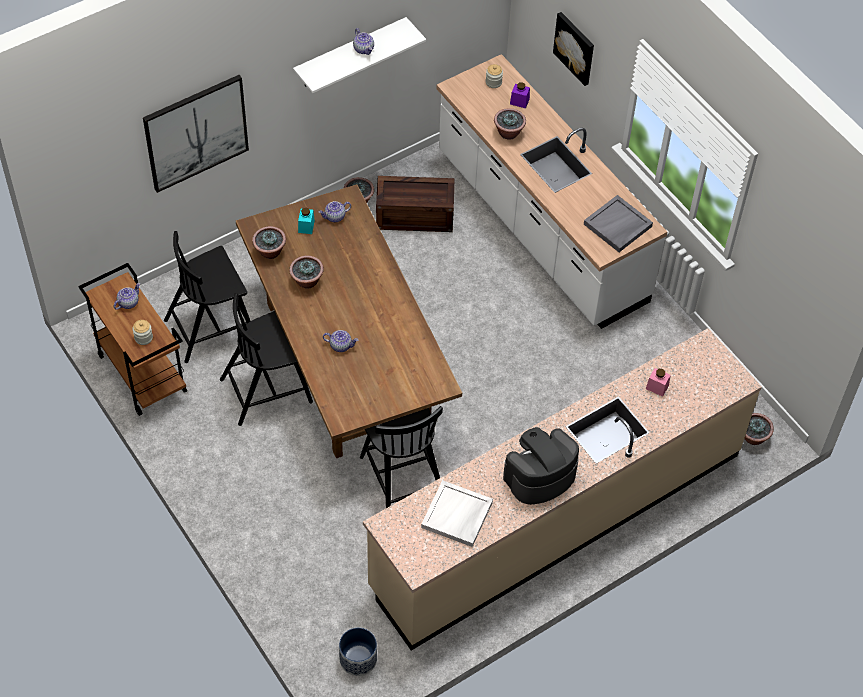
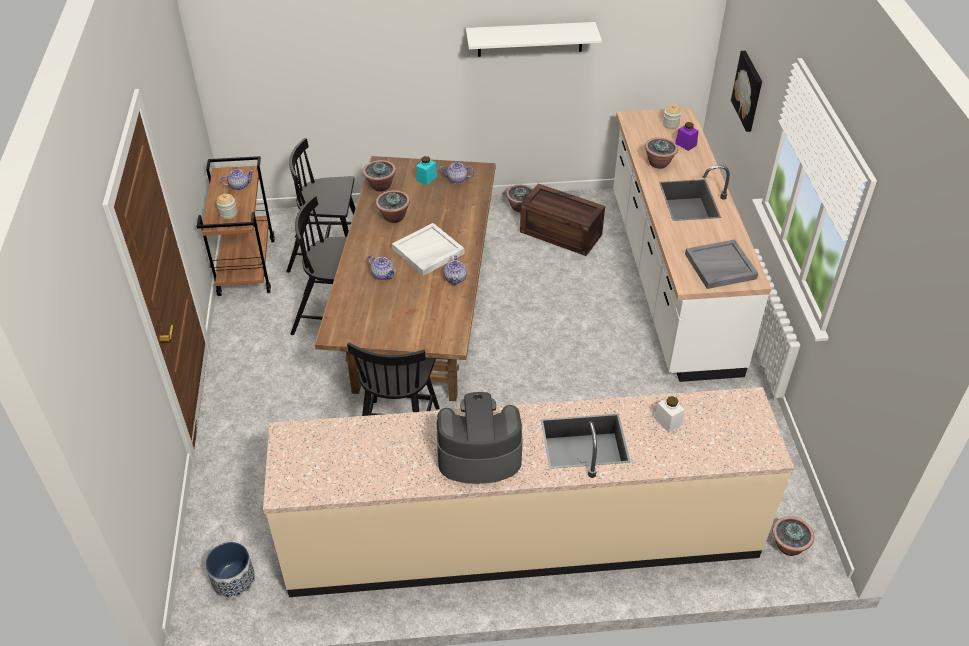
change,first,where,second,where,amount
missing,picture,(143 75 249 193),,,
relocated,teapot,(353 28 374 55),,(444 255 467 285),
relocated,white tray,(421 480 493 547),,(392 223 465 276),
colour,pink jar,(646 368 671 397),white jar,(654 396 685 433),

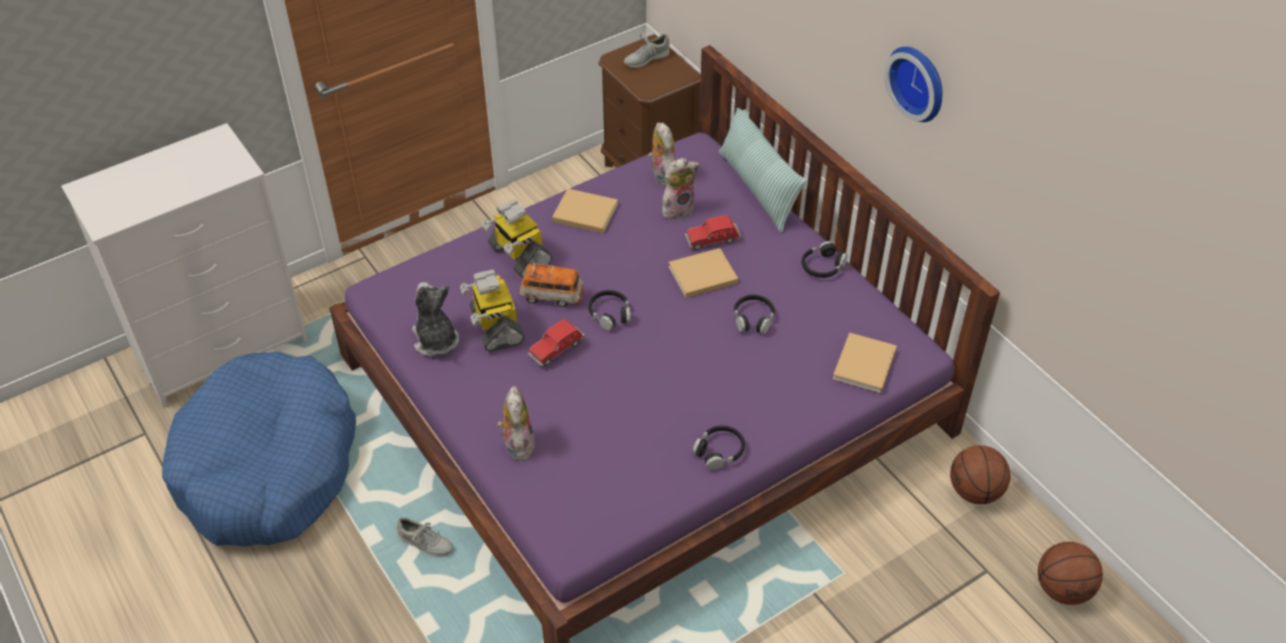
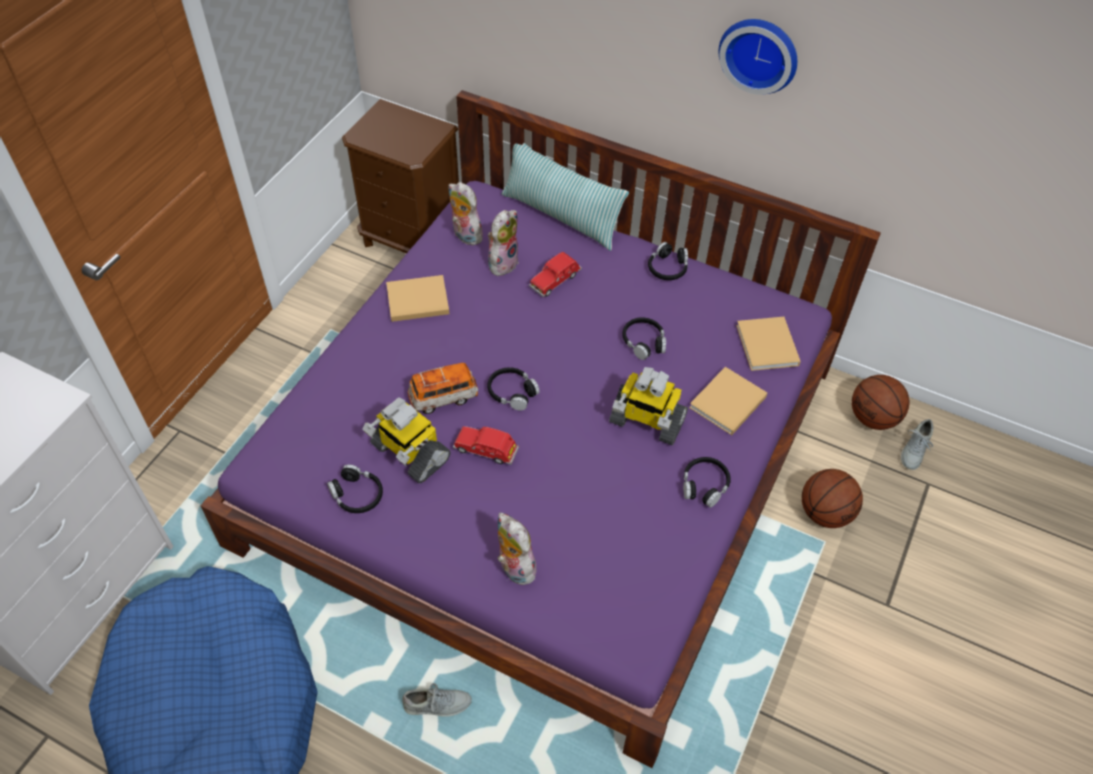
change,first,where,second,where,amount
exchanged,plush toy,(412 282 459 357),black headphones,(327 464 383 513),
relocated,toy robot,(481 199 552 278),,(609 367 688 445),
spun,red toy car,(528 319 585 367),,(453 426 519 465),90 degrees clockwise
relocated,grey shoe,(624 31 670 68),,(901 419 934 470),
relocated,beige book,(668 248 739 298),,(689 367 767 435),
relocated,basketball,(1038 542 1103 605),,(802 469 863 528),

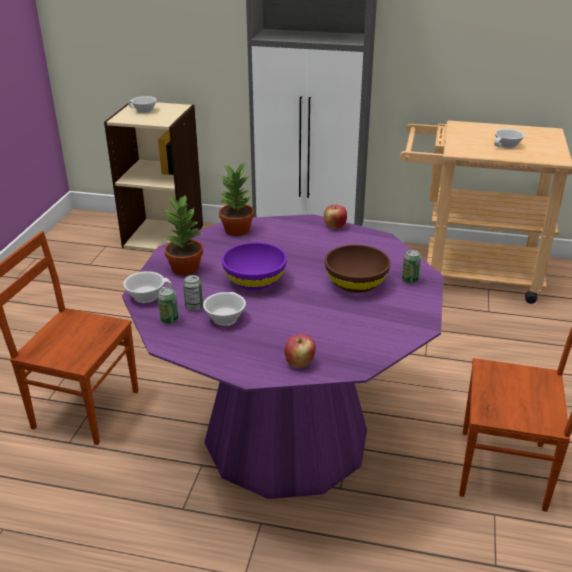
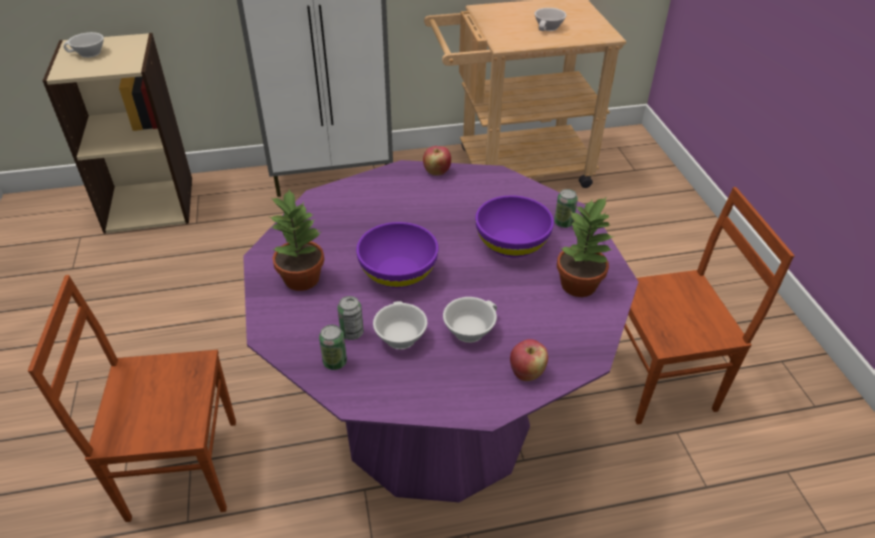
change,first,where,second,where,amount
relocated,white cup,(123 271 172 303),,(443 297 497 343),
relocated,potted plant,(218 162 254 236),,(557 196 614 297),
colour,brown bowl,(325 245 390 293),purple bowl,(475 195 554 257),

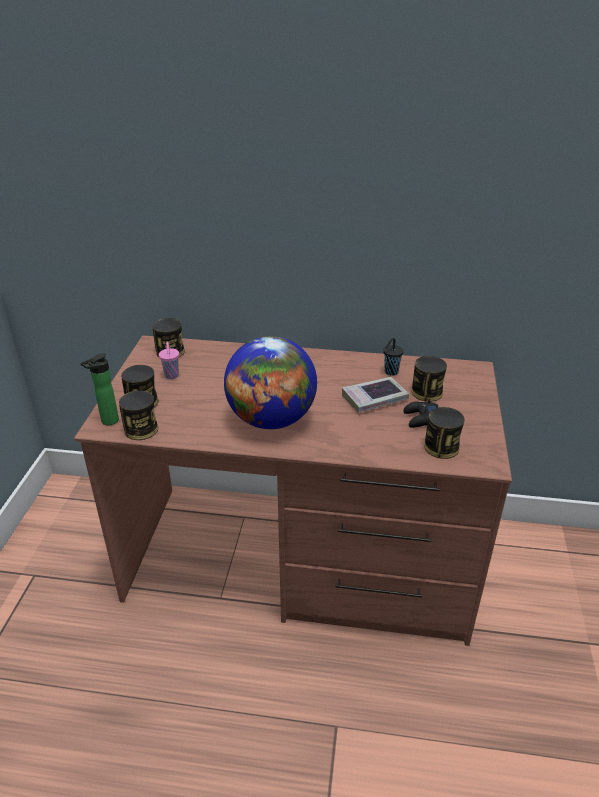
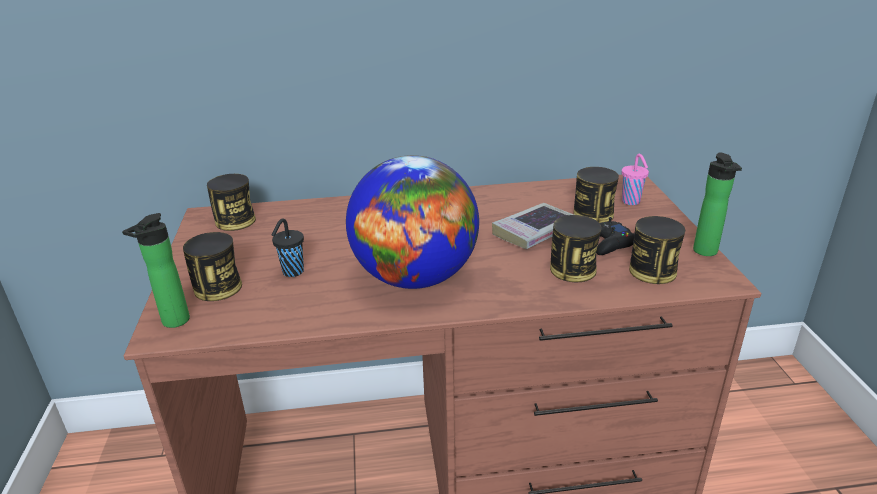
change,first,where,second,where,amount
relocated,can,(119 390 158 440),,(550 215 602 282),
relocated,pink cup,(159 342 179 379),,(622 154 649 205),
relocated,black cup,(383 338 404 376),,(272 218 304 277),
appeared,,,bottle,(693 152 742 256),

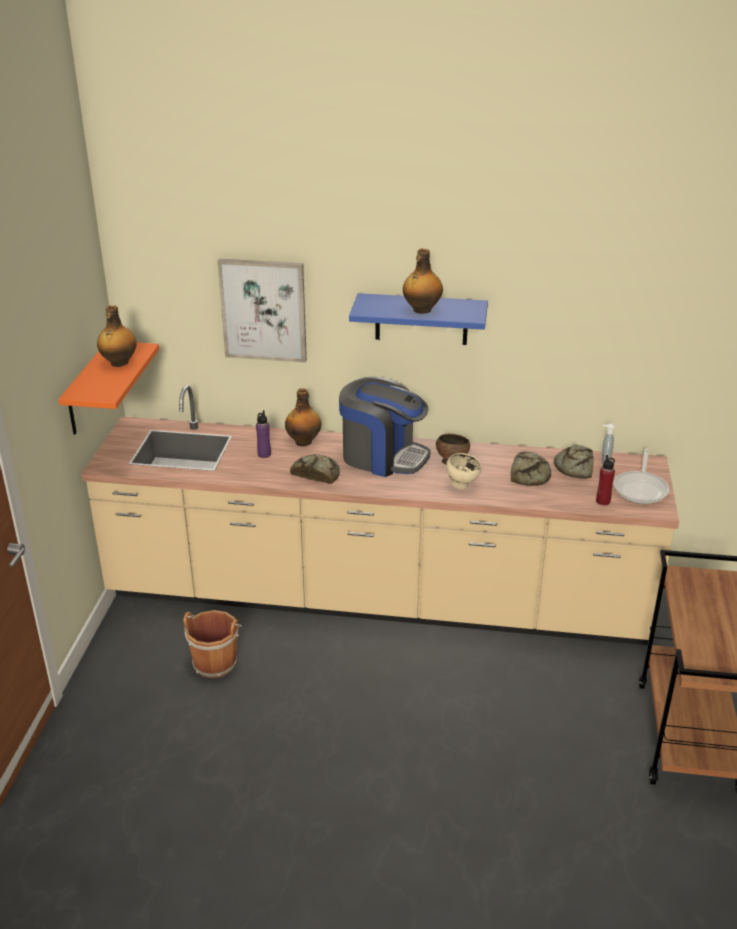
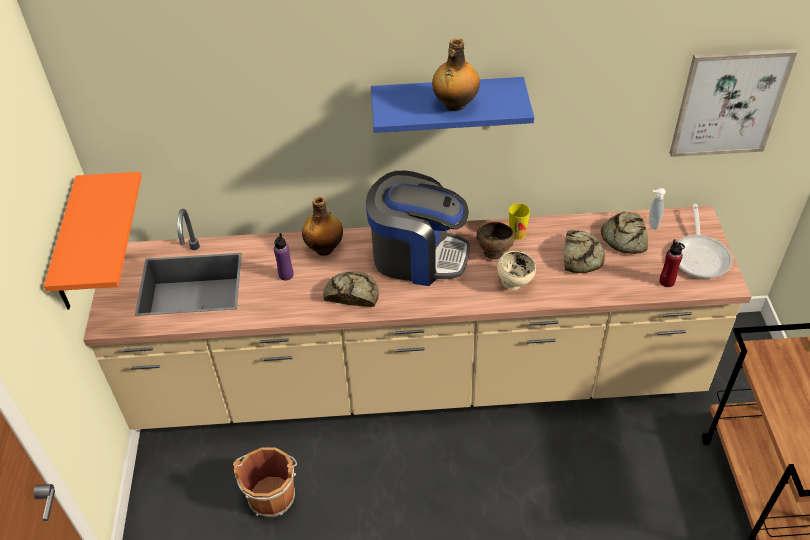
change,first,where,second,where,amount
missing,bottle,(97 305 137 367),,,
relocated,picture,(218 259 307 363),,(670 49 797 157),
appeared,,,cup,(509 203 530 240),

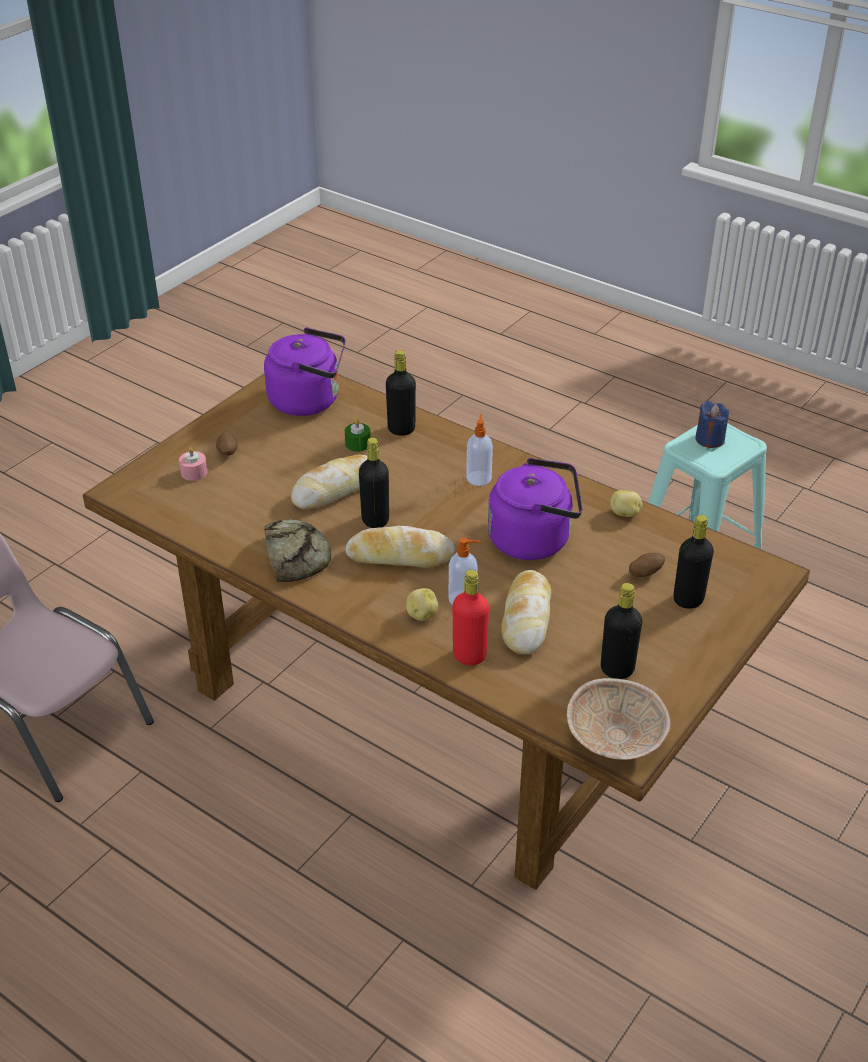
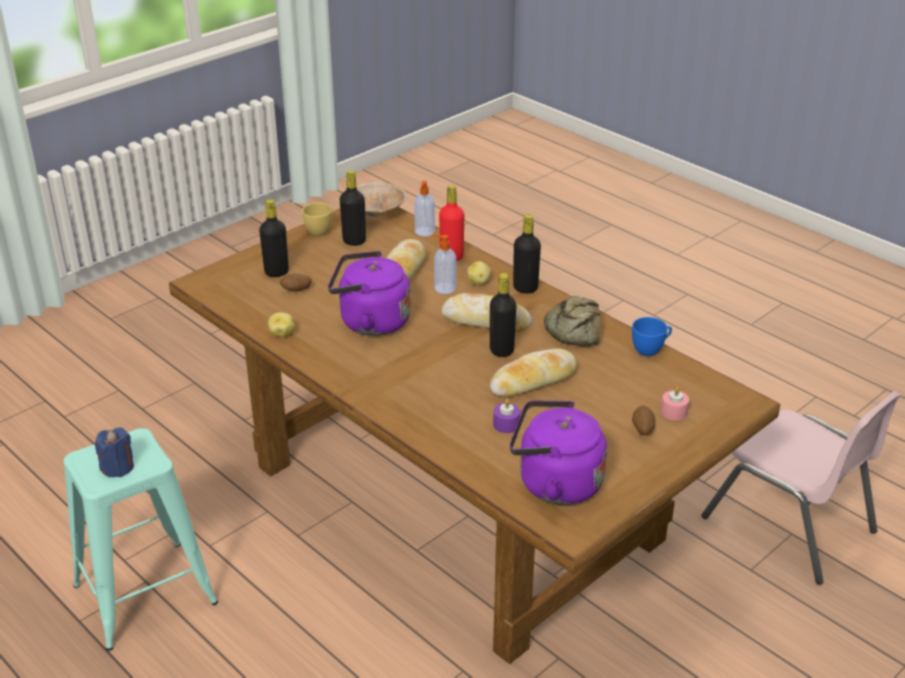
change,first,where,second,where,amount
colour,green candle,(345 419 370 452),purple candle,(493 399 520 433),
relocated,black bottle,(386 350 416 436),,(513 215 541 293),
relocated,soap dispenser,(466 413 493 486),,(414 181 435 236),
appeared,,,yellow cup,(302 203 333 236),
appeared,,,blue cup,(632 317 672 356),

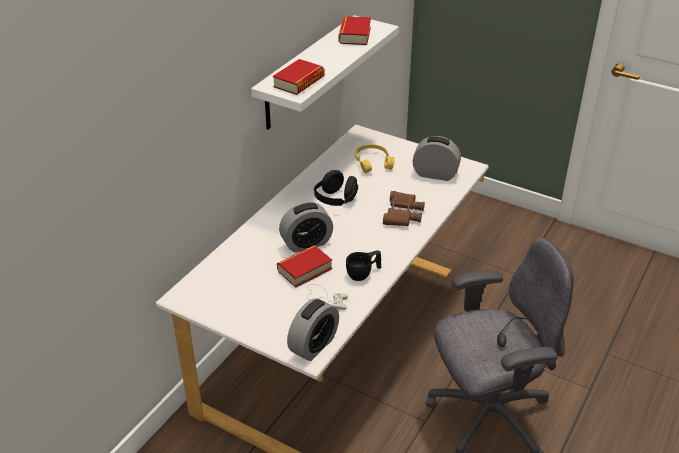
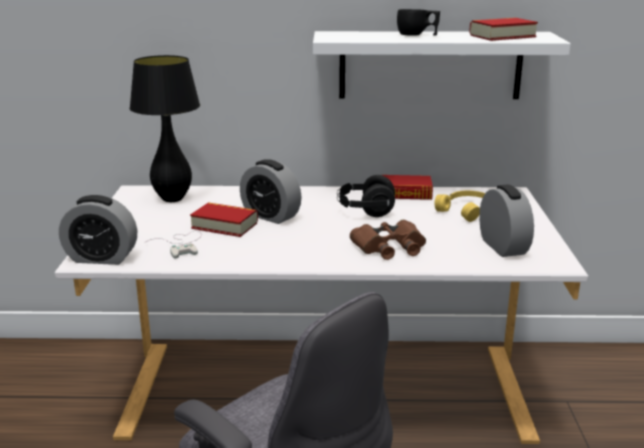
change,first,where,second,where,amount
relocated,book,(273 59 325 95),,(382 175 433 200),
relocated,black cup,(346 250 381 281),,(397 9 440 36),
appeared,,,black table lamp,(129 55 200 202),

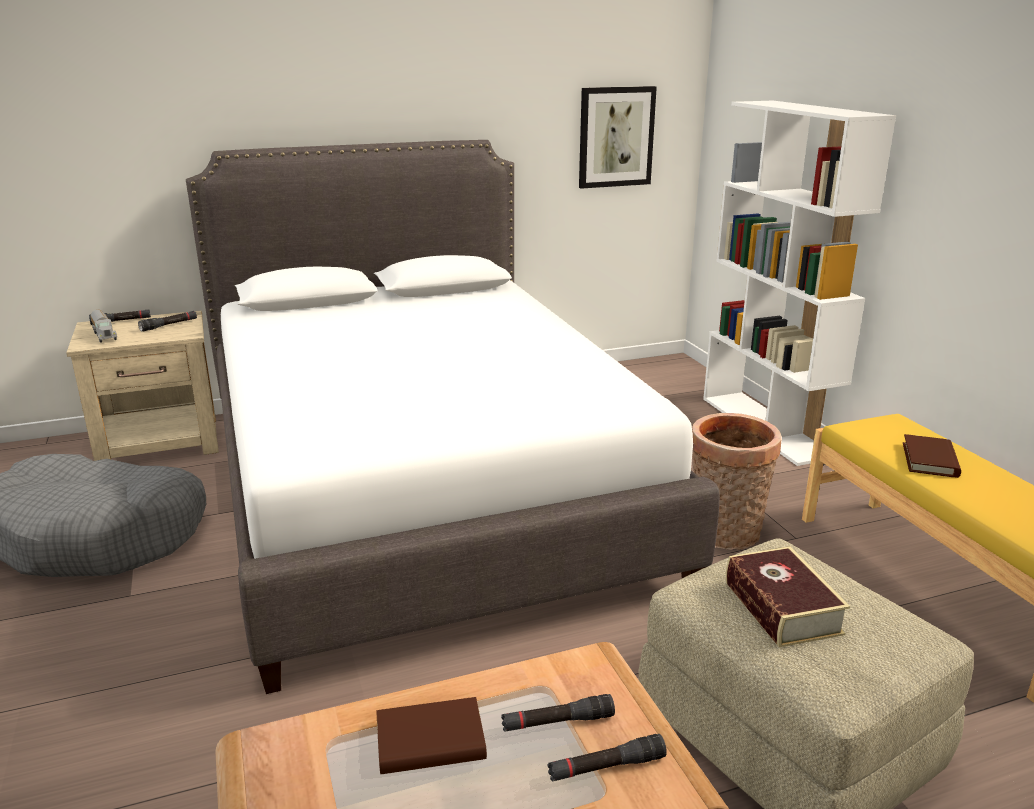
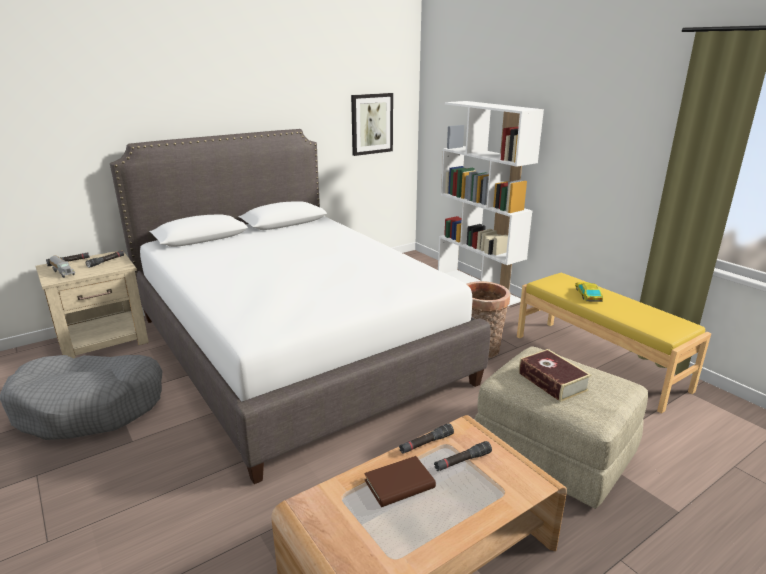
change,first,where,second,where,amount
relocated,black flashlight,(547 734 667 782),,(399 423 454 454),
exchanged,brown book,(903 434 961 478),toy car,(575 282 603 302),

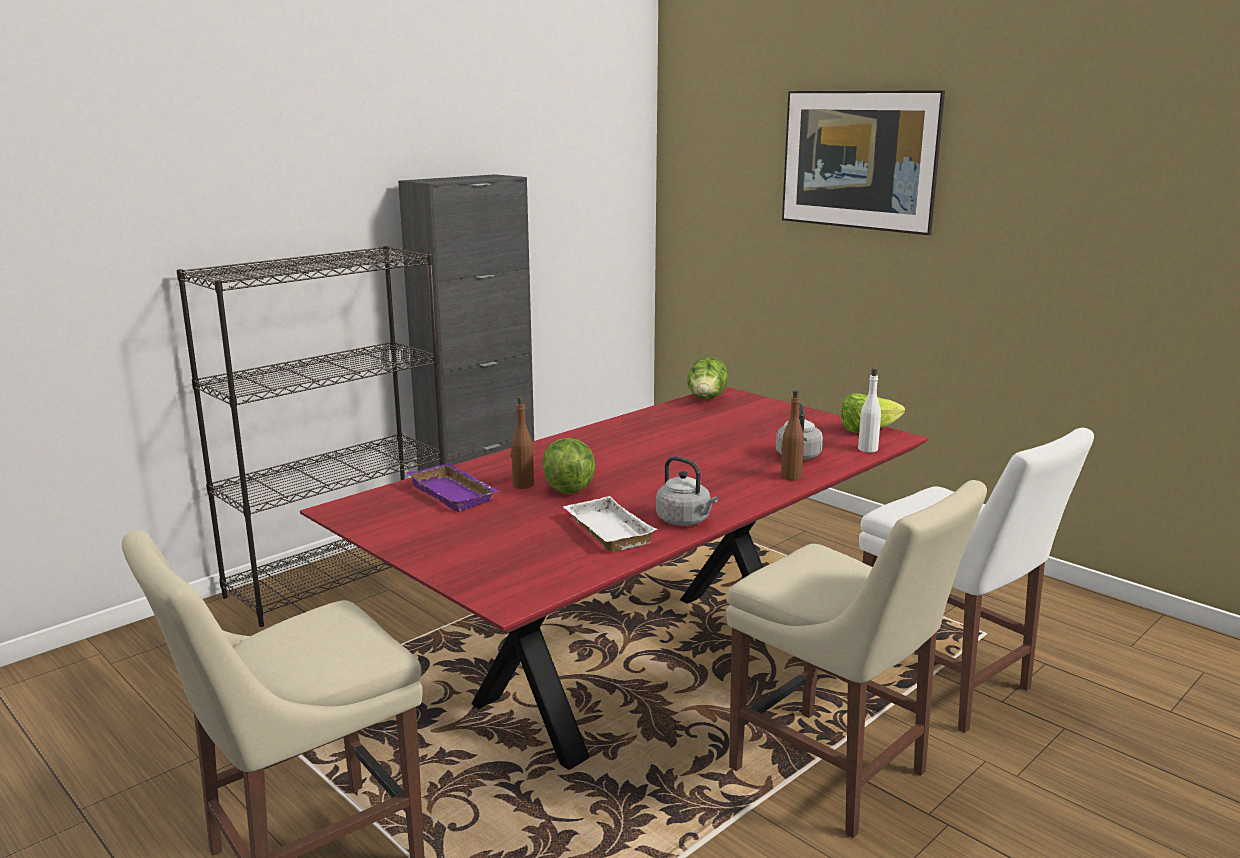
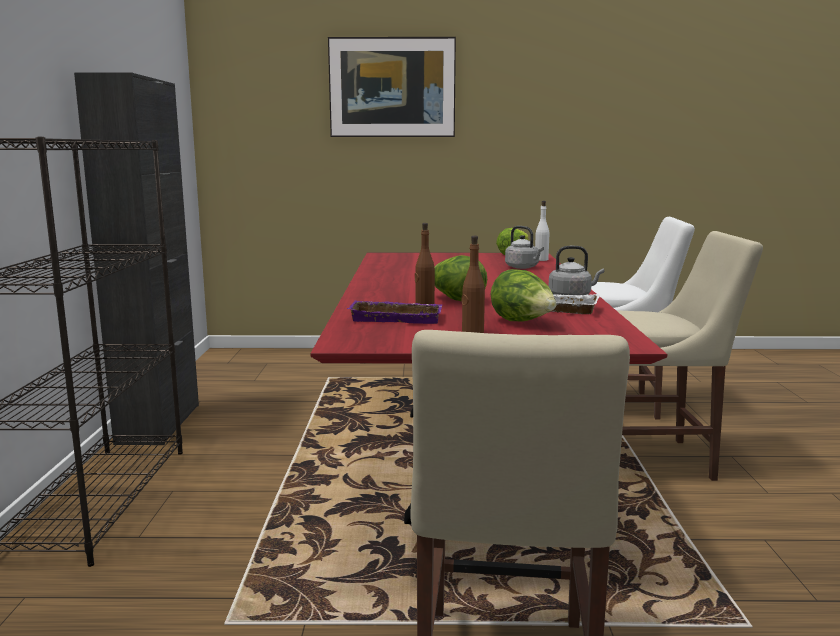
change,first,where,second,where,amount
relocated,lettuce,(687 357 728 399),,(490 269 557 321),
relocated,brown bottle,(781 390 804 481),,(461 236 485 333),

